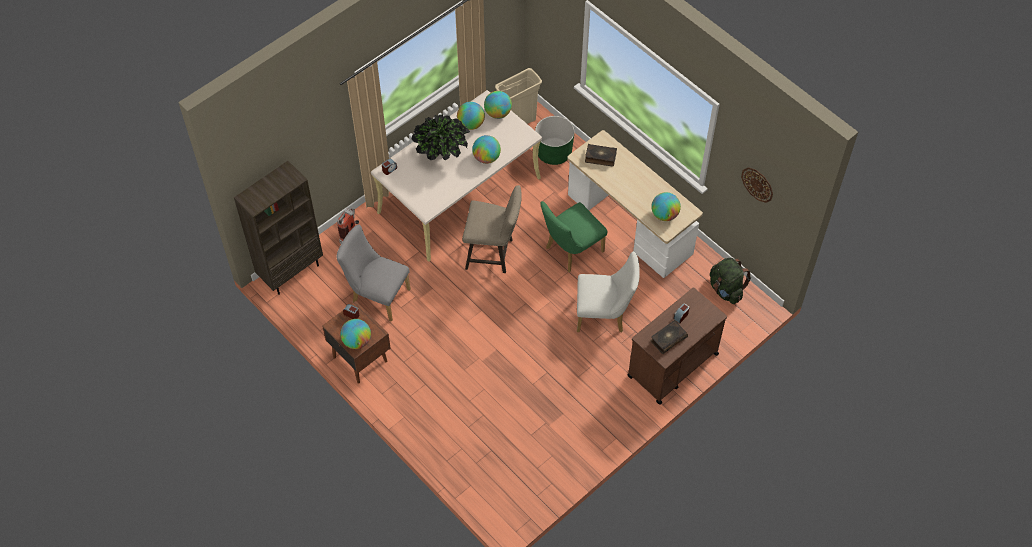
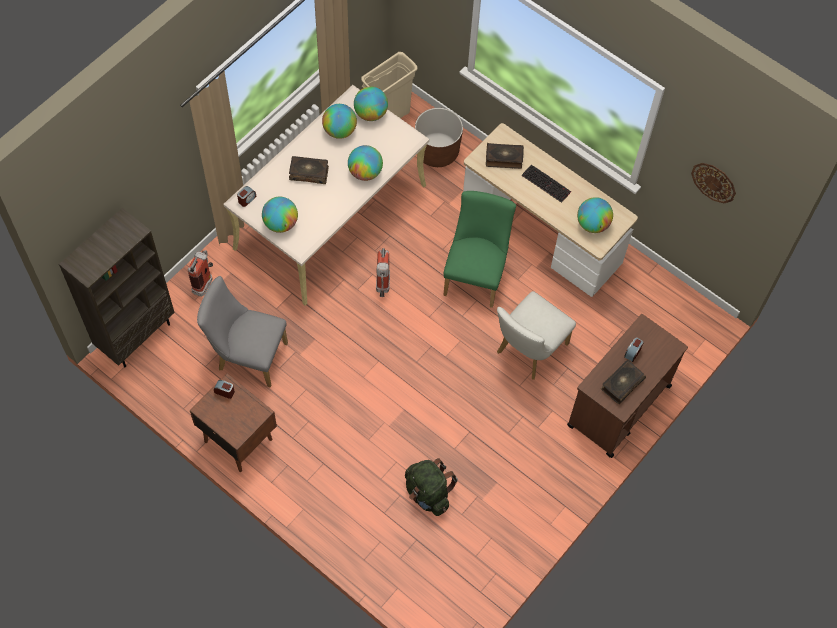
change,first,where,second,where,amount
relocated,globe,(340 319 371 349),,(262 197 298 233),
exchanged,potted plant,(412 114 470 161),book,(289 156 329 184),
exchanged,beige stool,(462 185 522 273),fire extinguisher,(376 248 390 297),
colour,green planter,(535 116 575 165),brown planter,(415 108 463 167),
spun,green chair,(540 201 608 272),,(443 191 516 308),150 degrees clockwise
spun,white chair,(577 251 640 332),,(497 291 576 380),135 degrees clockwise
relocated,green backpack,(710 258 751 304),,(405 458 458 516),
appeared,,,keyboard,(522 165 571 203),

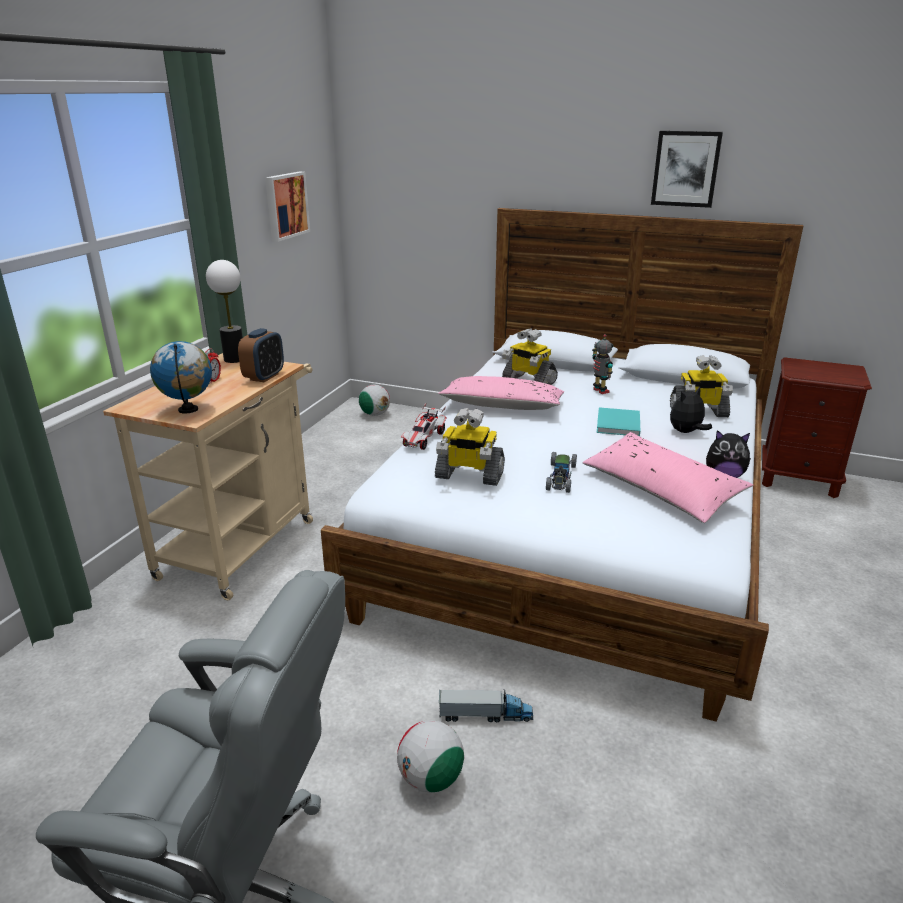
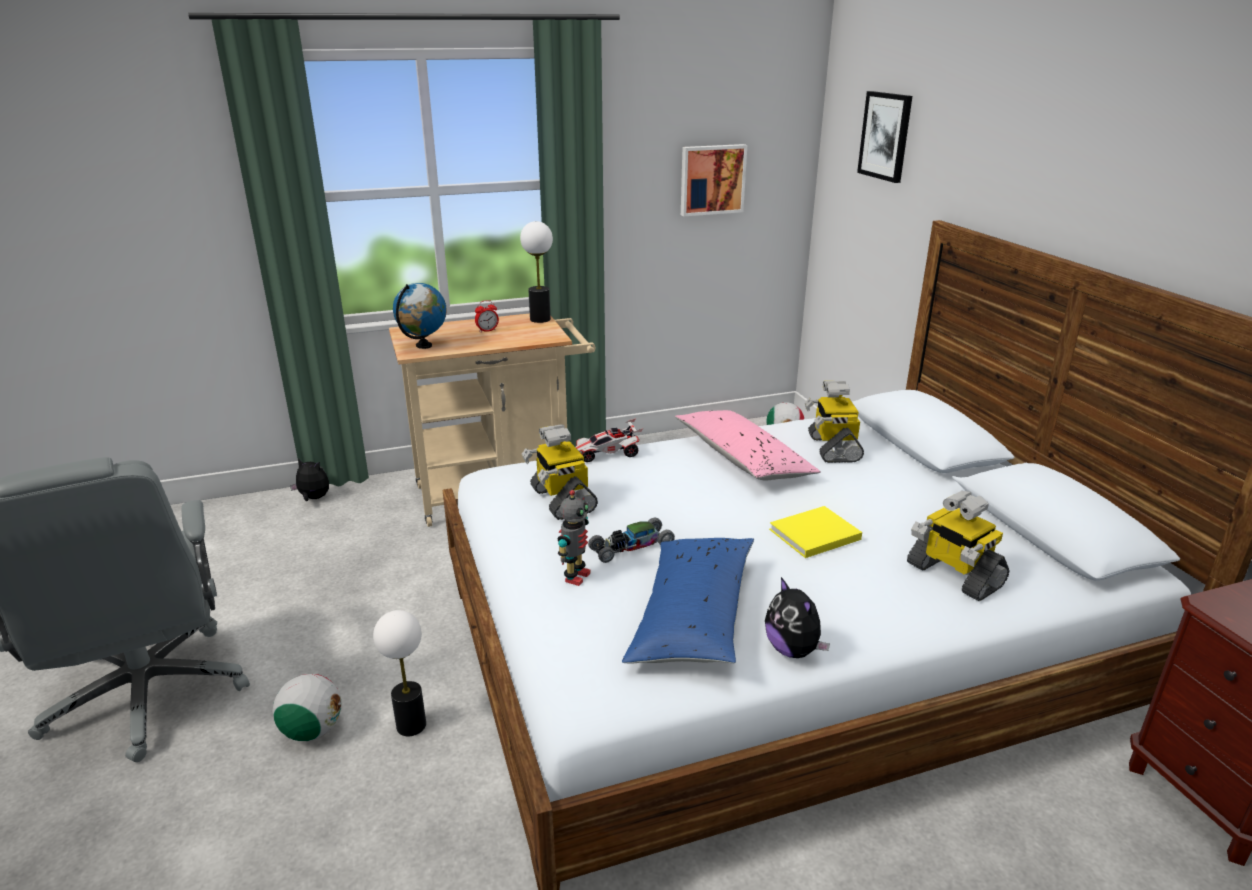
change,first,where,second,where,amount
missing,alarm clock,(238 328 284 382),,,
exchanged,toy truck,(439 689 533 722),table lamp,(373 610 426 736),
colour,pink pillow,(583 432 753 523),blue pillow,(622 538 754 663),
relocated,toy robot,(592 334 613 394),,(558 490 591 586),
colour,turquoise book,(597 407 640 436),yellow book,(769 506 862 558),
relocated,picture,(651 131 723 208),,(857 91 912 183),
relocated,plush toy,(670 387 712 433),,(290 458 329 501),

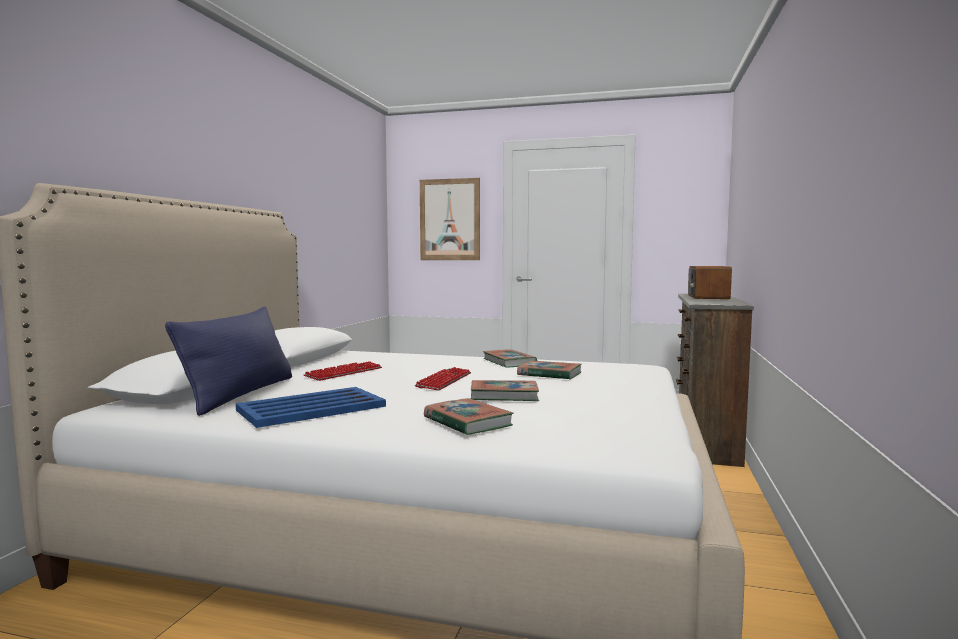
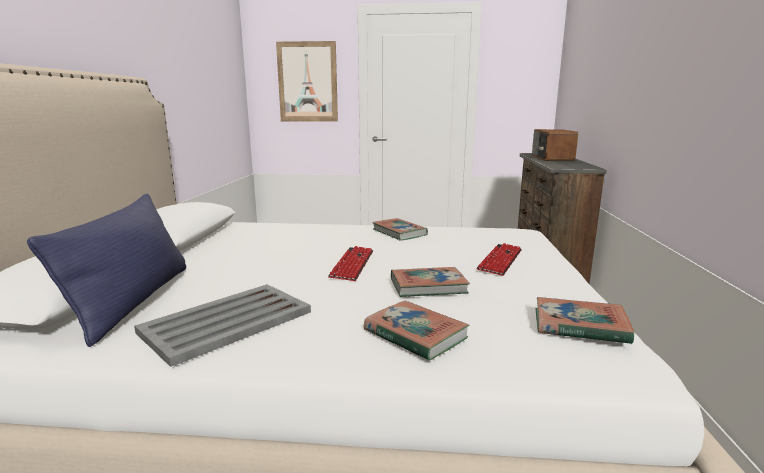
change,first,where,second,where,amount
colour,blue tray,(236 387 386 428),grey tray,(134 284 311 367),
relocated,keyboard,(304 361 382 381),,(477 243 522 276),
relocated,book,(517 360 582 380),,(536 297 634 344),

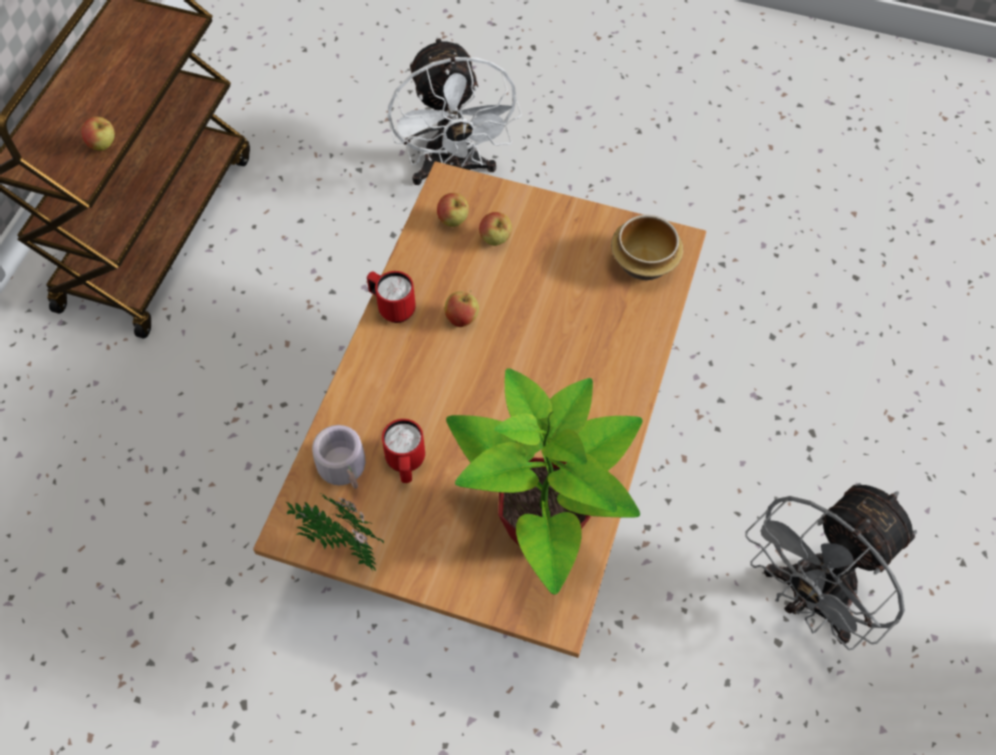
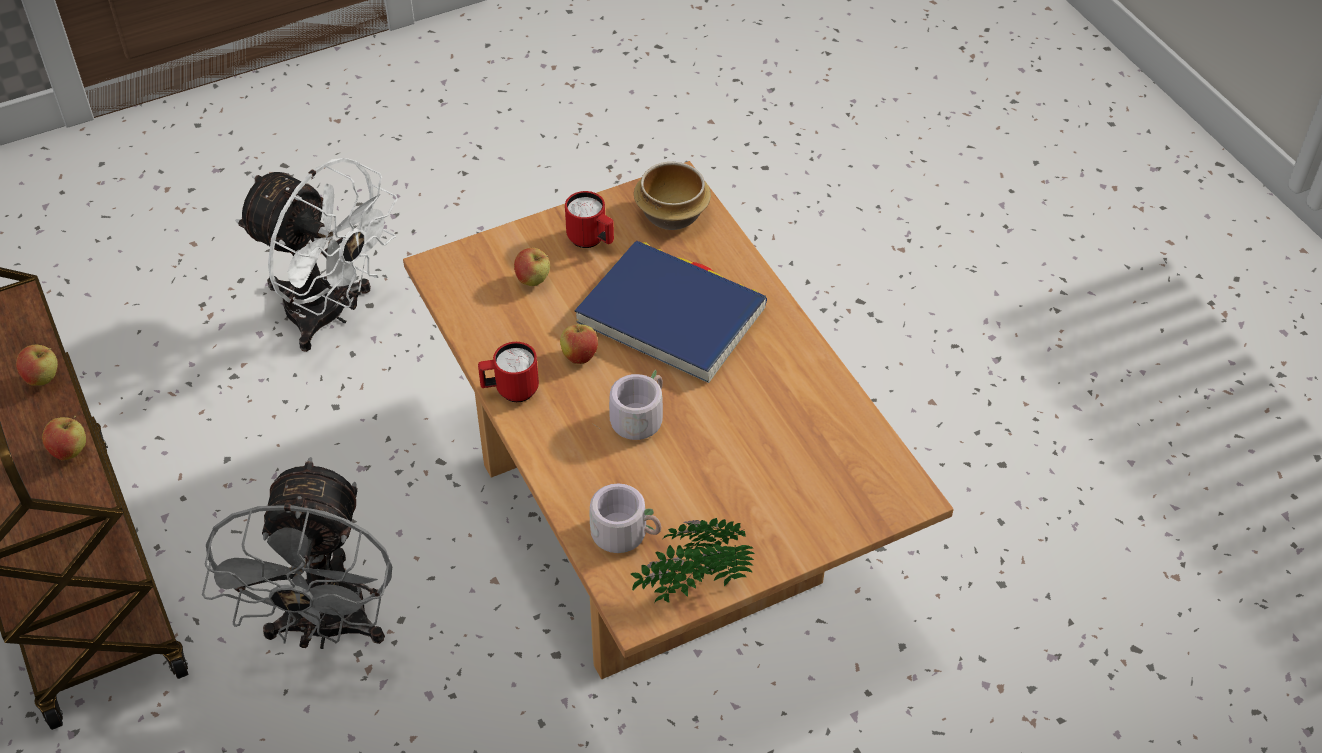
change,first,where,second,where,amount
relocated,red mug,(382 419 425 483),,(565 191 614 248),
relocated,apple,(437 193 469 227),,(16 345 58 386),
missing,potted plant,(446 368 643 595),,,
relocated,grey fan,(745 483 917 650),,(202 457 392 649),
appeared,,,blue book,(574 240 767 383),
appeared,,,grey mug,(595 369 663 440),

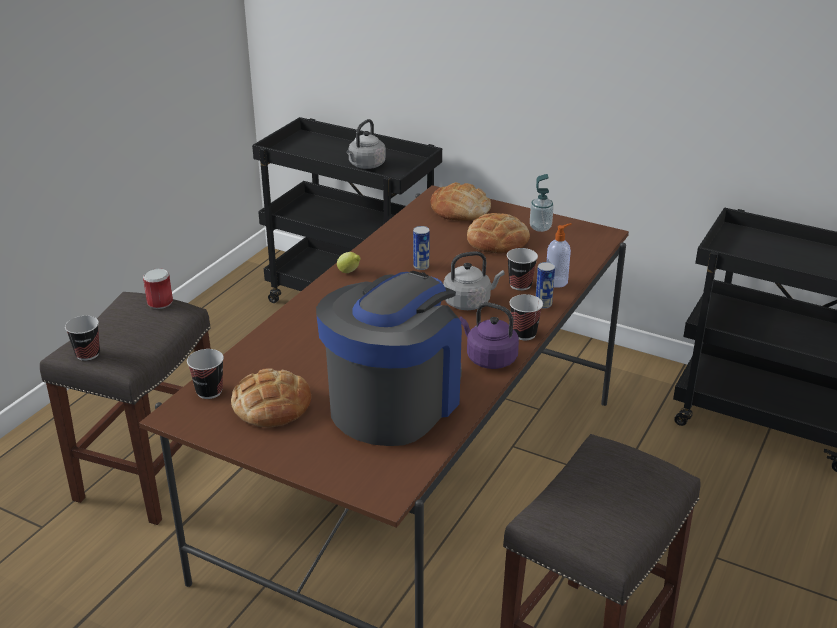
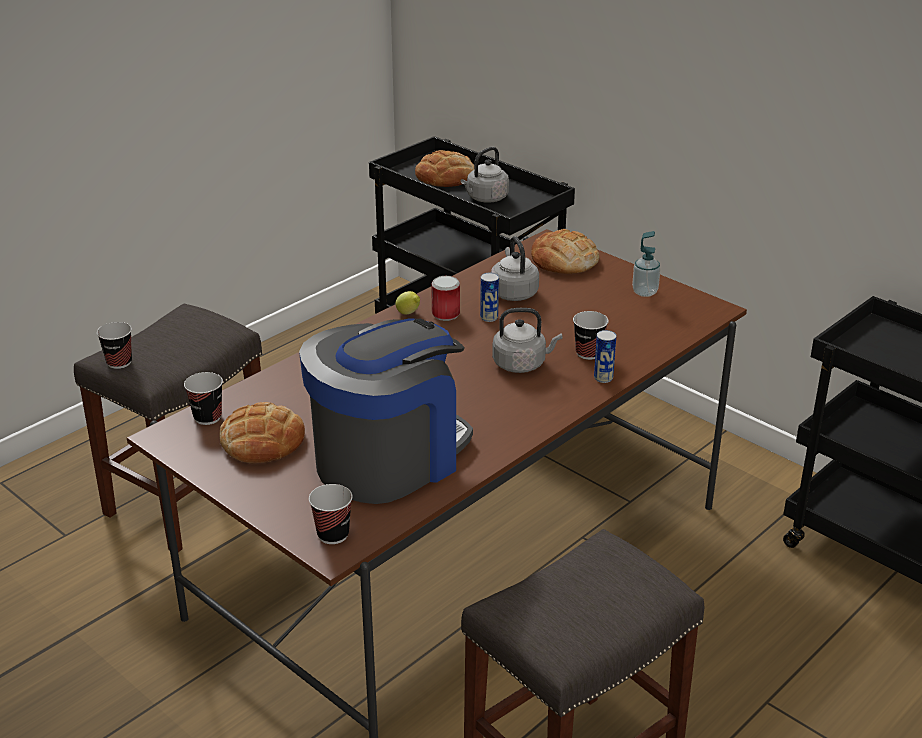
change,first,where,second,where,amount
relocated,can,(143 268 173 309),,(431 276 460 321),
missing,purple kettle,(459 302 519 369),,,
relocated,bread,(467 213 530 254),,(415 150 474 187),
relocated,cup,(510 294 543 340),,(309 484 353 544),
missing,soap dispenser,(547 223 572 288),,,
appeared,,,grey kettle,(491 236 539 301),

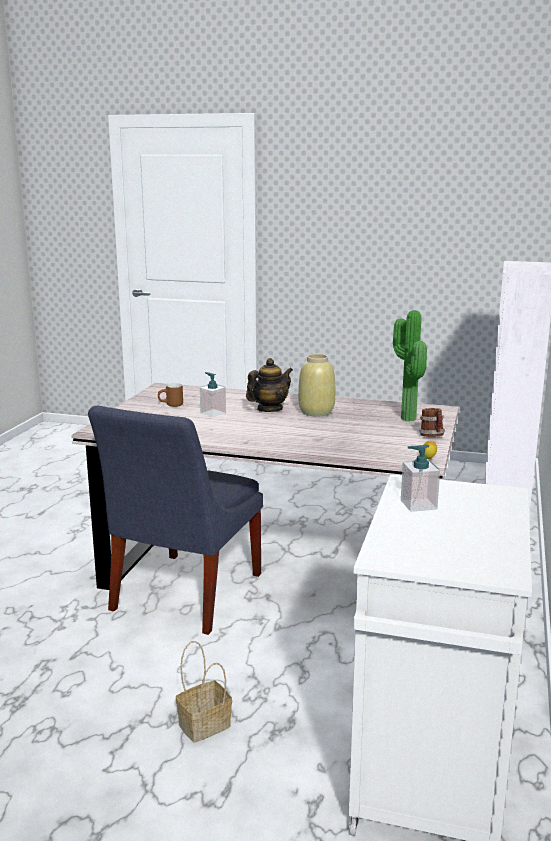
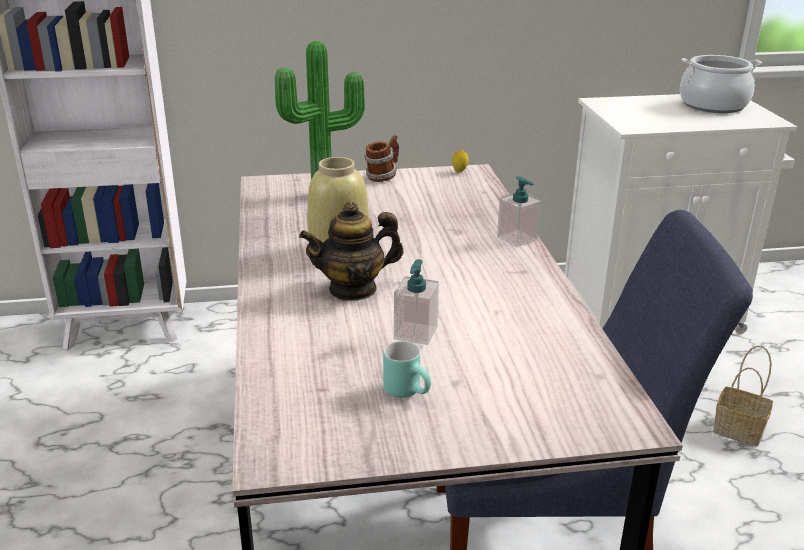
change,first,where,second,where,amount
colour,brown mug,(158 383 183 407),turquoise mug,(383 341 431 398),
spun,teapot,(246 358 293 412),,(299 201 404 301),45 degrees counterclockwise
relocated,soap dispenser,(401 445 440 512),,(497 176 541 247),
appeared,,,cooking pot,(680 55 762 113),

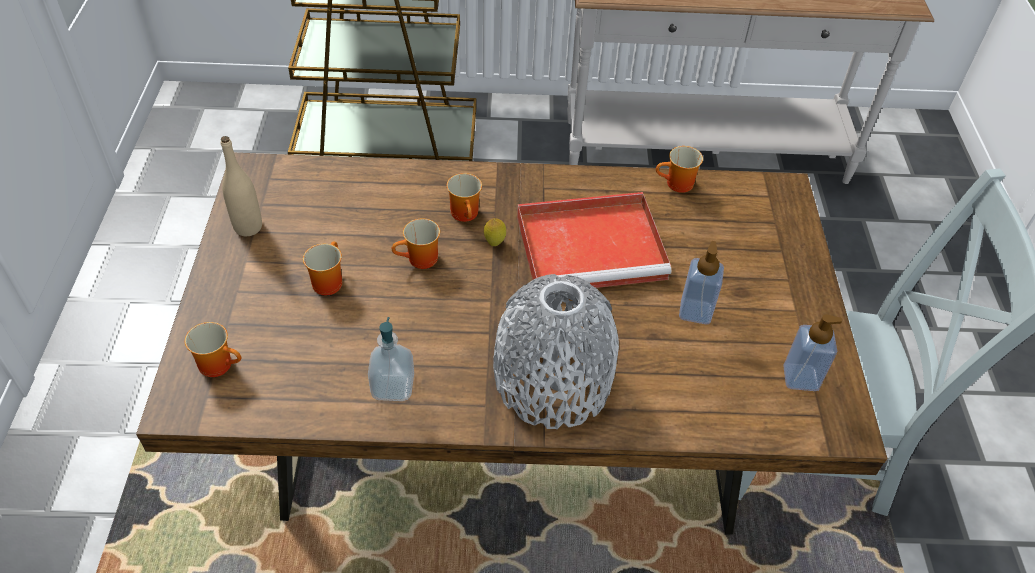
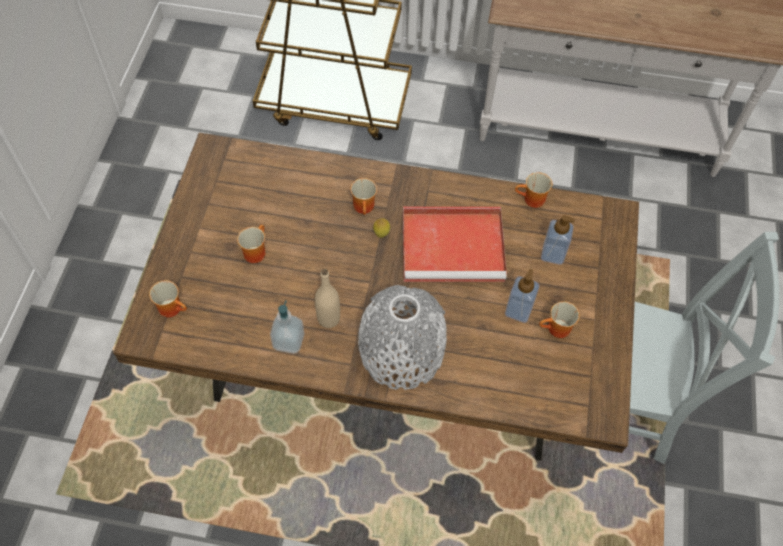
change,first,where,second,where,amount
relocated,beige bottle,(221 136 262 236),,(315 269 340 328),
relocated,mug,(392 218 440 269),,(539 301 580 338),
relocated,soap dispenser,(783 314 842 391),,(541 215 575 265),

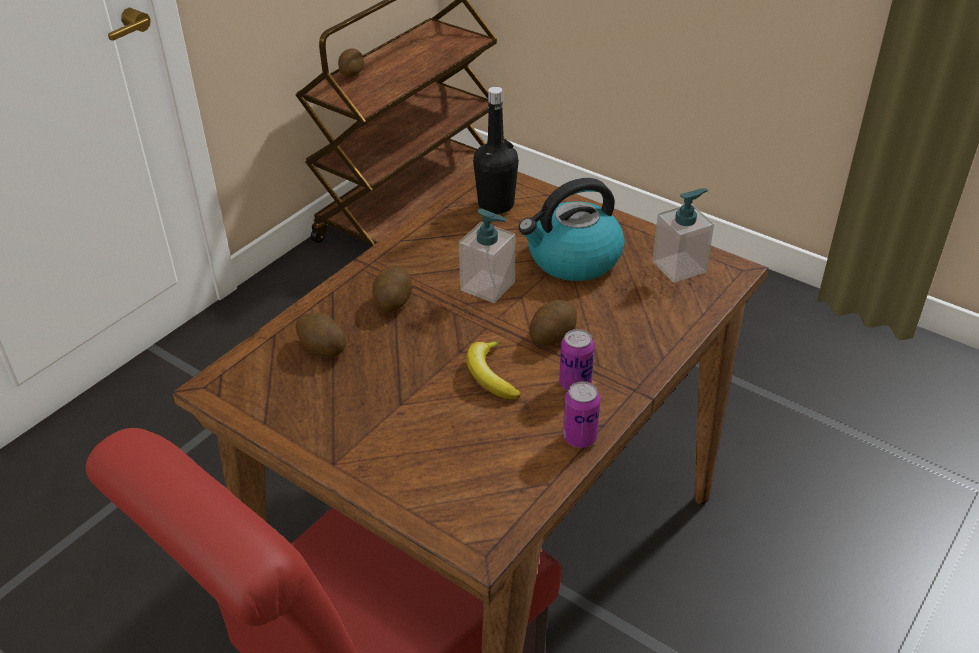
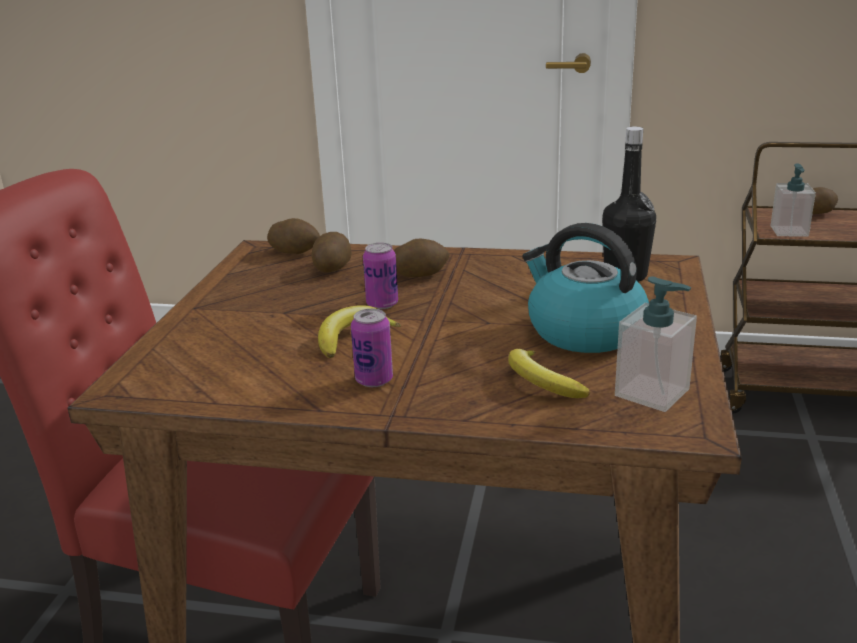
change,first,where,second,where,amount
relocated,soap dispenser,(459 209 515 303),,(770 164 816 237),
relocated,potato,(529 300 577 346),,(267 218 320 254),
relocated,can,(563 381 600 448),,(363 243 398 309),
appeared,,,banana,(508 349 590 398),

